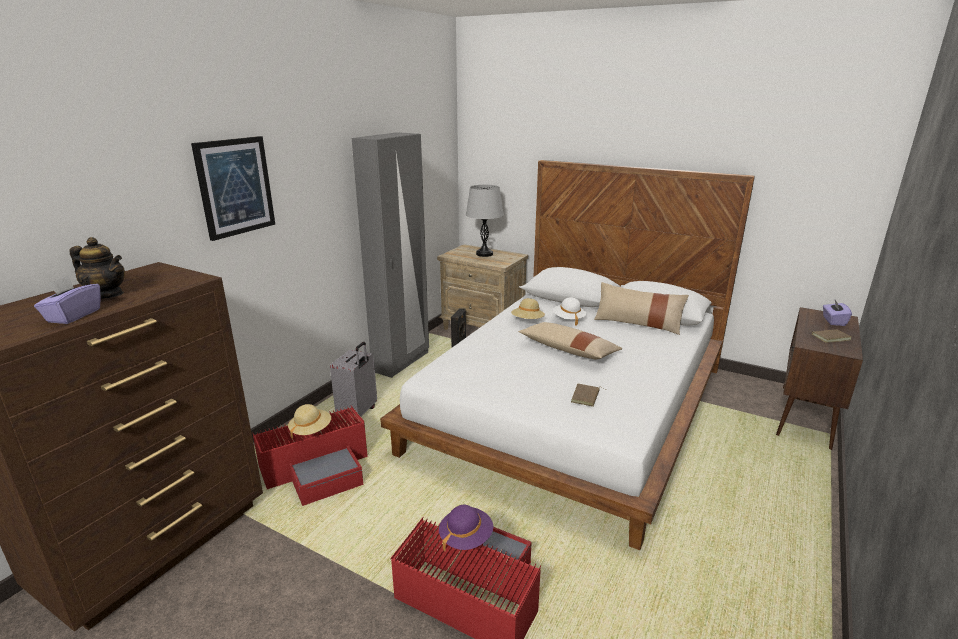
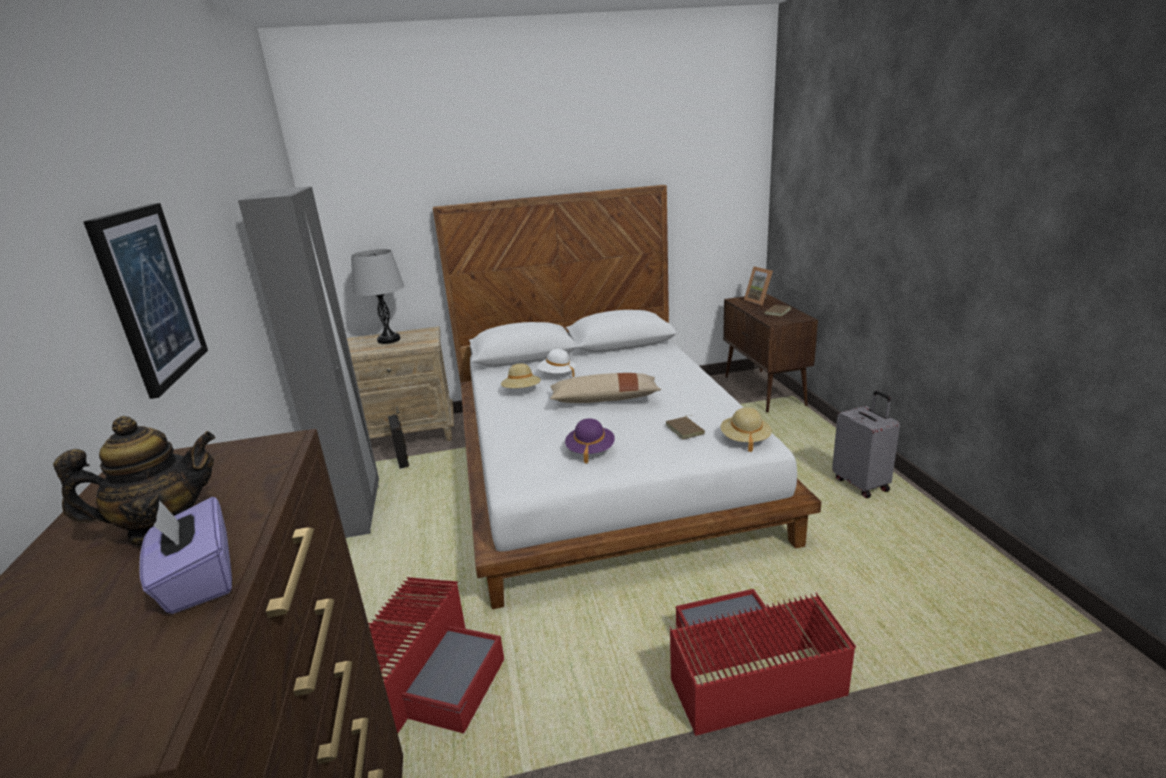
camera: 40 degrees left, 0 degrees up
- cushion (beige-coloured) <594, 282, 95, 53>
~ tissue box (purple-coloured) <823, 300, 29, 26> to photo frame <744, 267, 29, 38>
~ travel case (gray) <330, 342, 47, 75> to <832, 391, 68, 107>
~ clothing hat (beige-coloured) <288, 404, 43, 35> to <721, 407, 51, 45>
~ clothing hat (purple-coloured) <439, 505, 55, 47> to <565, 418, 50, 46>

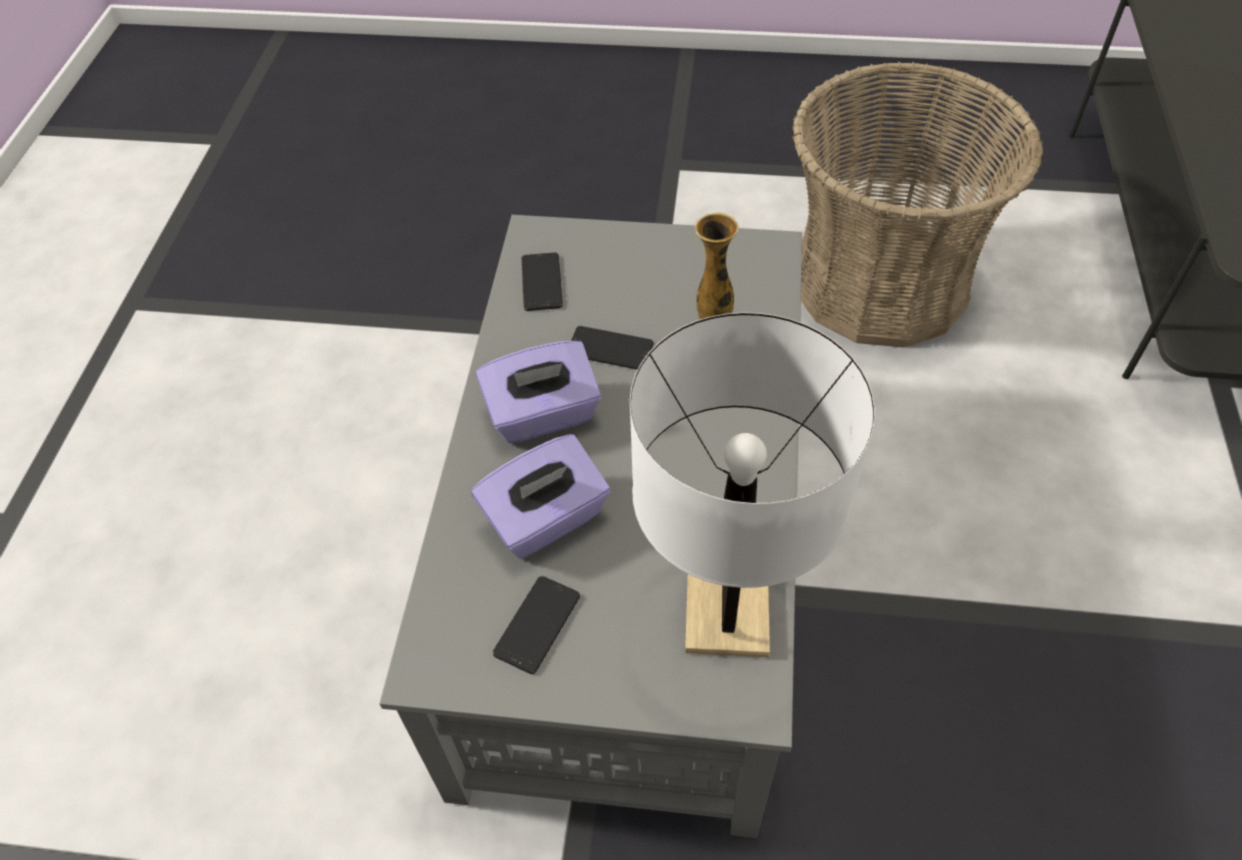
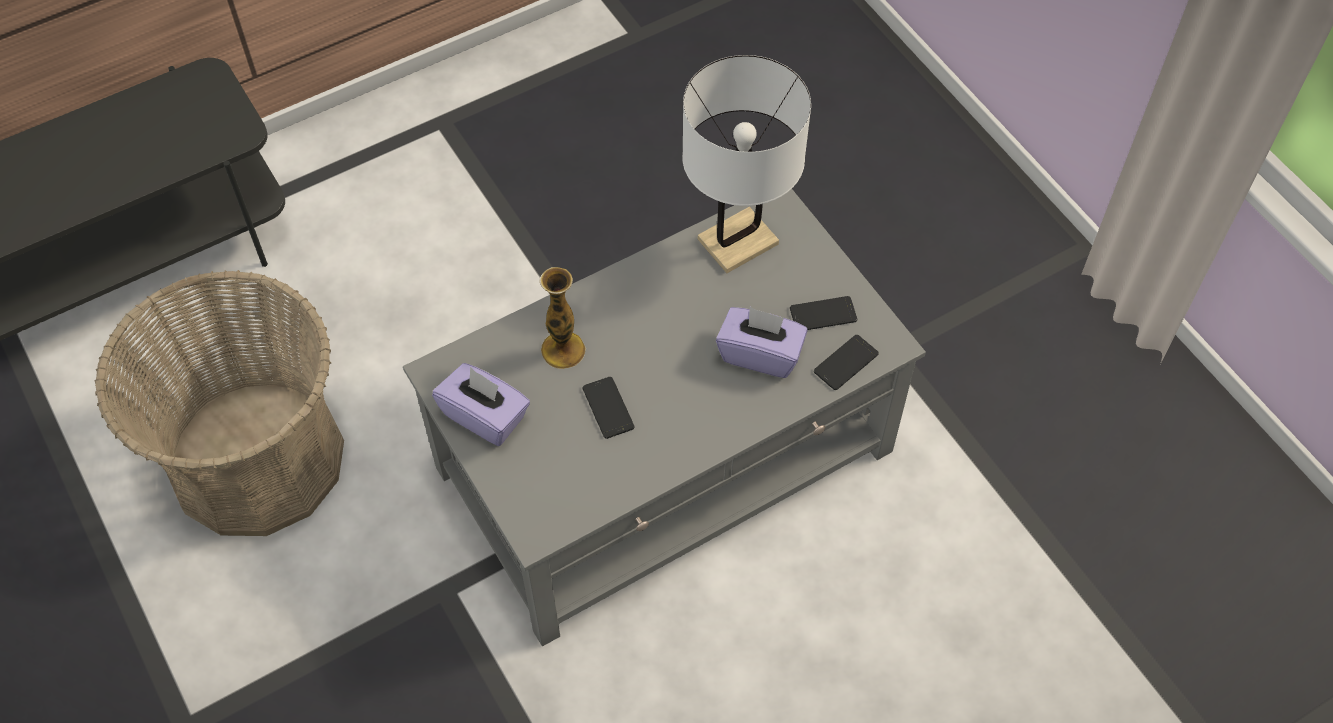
camera: 130 degrees left, 5 degrees up
~ telephone <522, 252, 41, 59> to <814, 335, 65, 55>
~ tissue box (purple-coloured) <476, 341, 125, 102> to <432, 363, 98, 83>

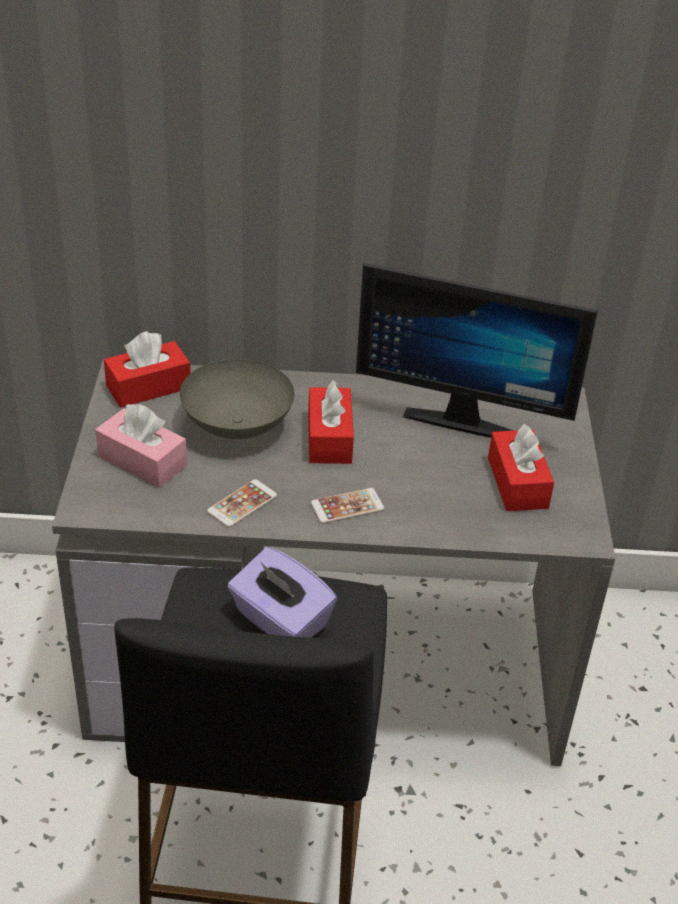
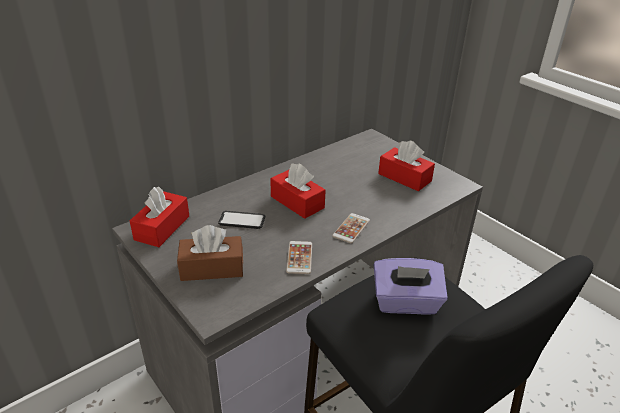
camera: 40 degrees left, 5 degrees down
- computer display <356, 263, 242, 175>
~ serving bowl (gray) <180, 359, 114, 80> to telephone <218, 211, 47, 18>
~ tissue box (pink) <95, 404, 92, 84> to tissue box (brown-coloured) <177, 225, 66, 56>

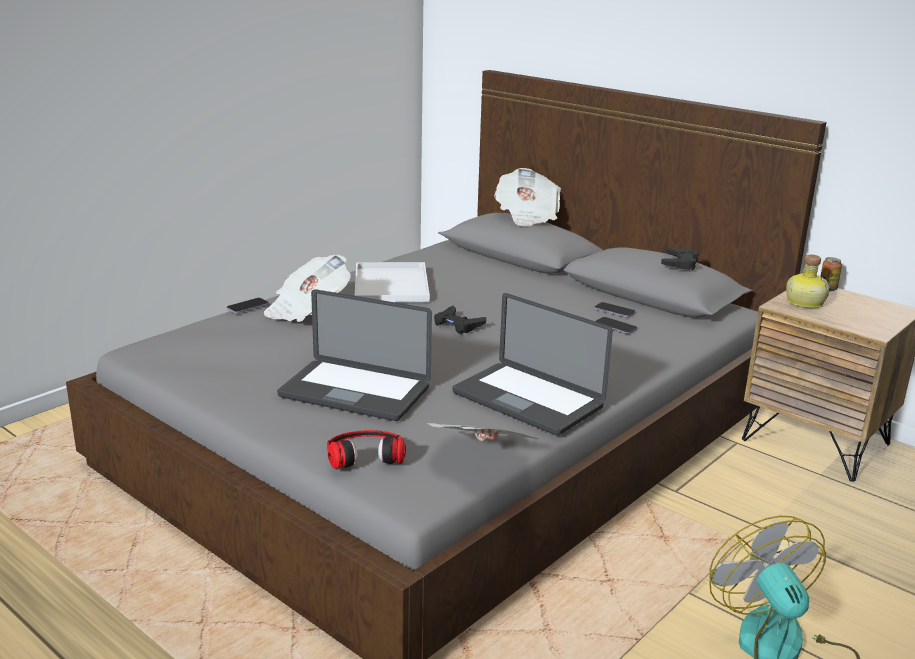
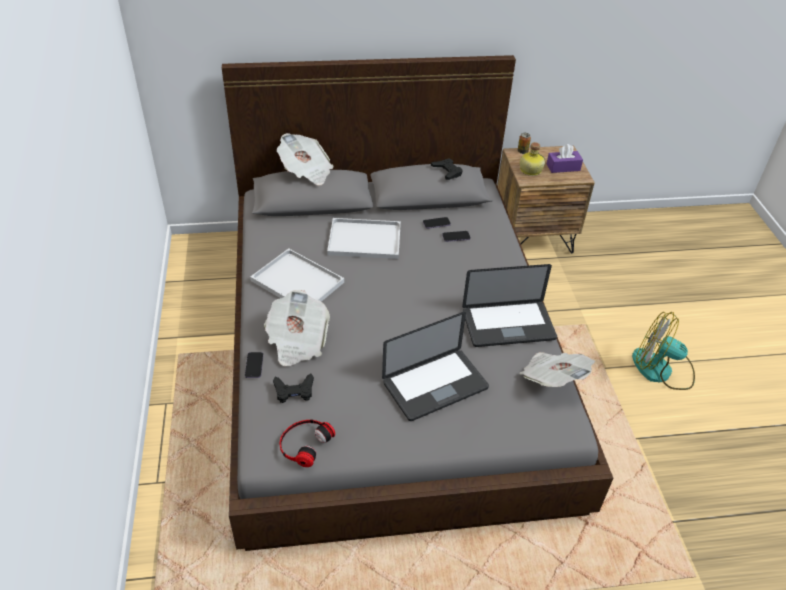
camera: 50 degrees left, 20 degrees up
~ game controller (black-coloured) <434, 306, 52, 28> to <273, 374, 41, 29>
~ headphones <327, 430, 79, 39> to <280, 419, 55, 48>
+ tissue box (purple-coloured) <547, 144, 36, 29>
+ tray (white) <327, 218, 74, 41>

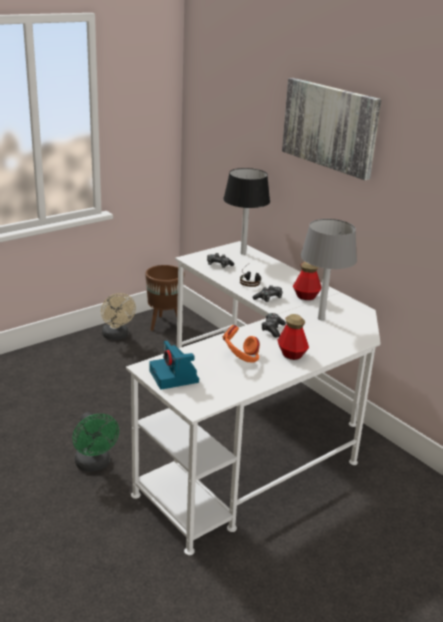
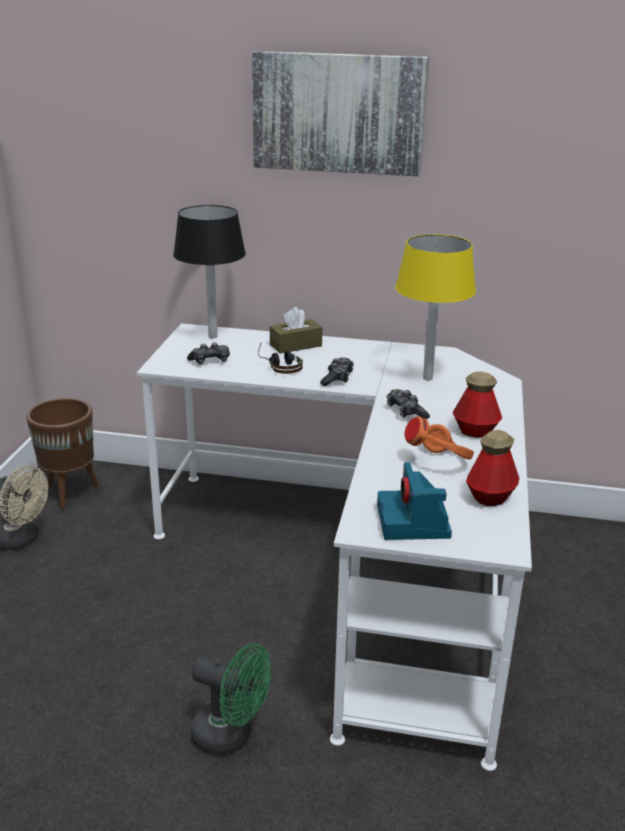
camera: 40 degrees left, 0 degrees up
~ lamp for a table (gray) <301, 219, 56, 101> to lamp for a table (yellowish) <395, 234, 81, 146>
~ drink bottle <293, 262, 28, 38> to <466, 430, 53, 76>
~ photo camera <149, 341, 50, 49> = <377, 462, 75, 78> 60 degrees clockwise
+ tissue box (brown-coloured) <270, 307, 52, 47>

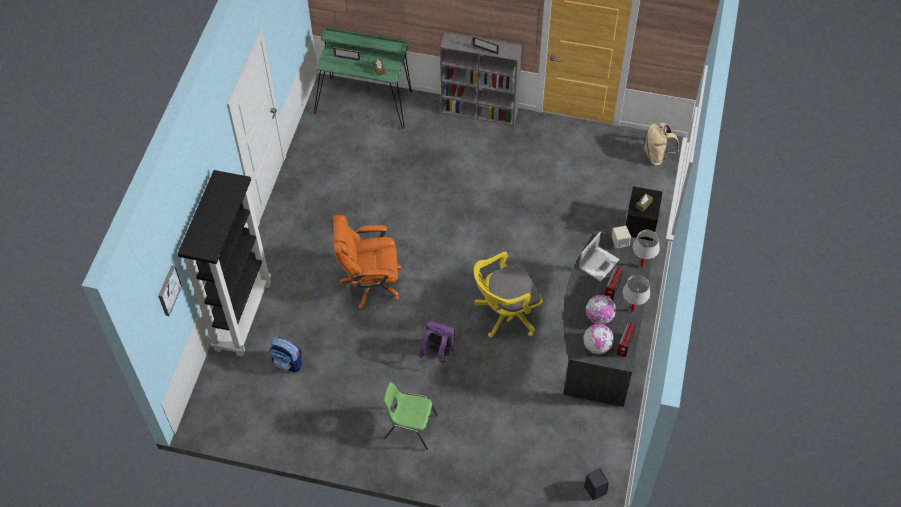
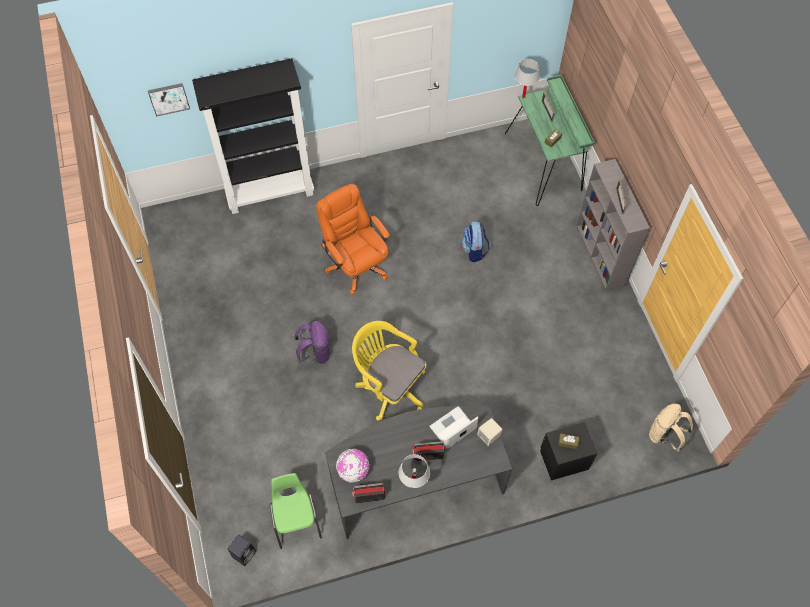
camera: 60 degrees right, 5 degrees up
~ lamp for a table (white) <632, 230, 28, 38> to <515, 59, 25, 40>
~ notebook computer <579, 232, 41, 49> = <429, 406, 49, 43> 135 degrees clockwise
- world globe <586, 295, 30, 30>
~ backpack <269, 337, 33, 36> to <461, 221, 29, 41>
~ plain chair (green-coloured) <384, 382, 54, 68> to <270, 473, 52, 76>

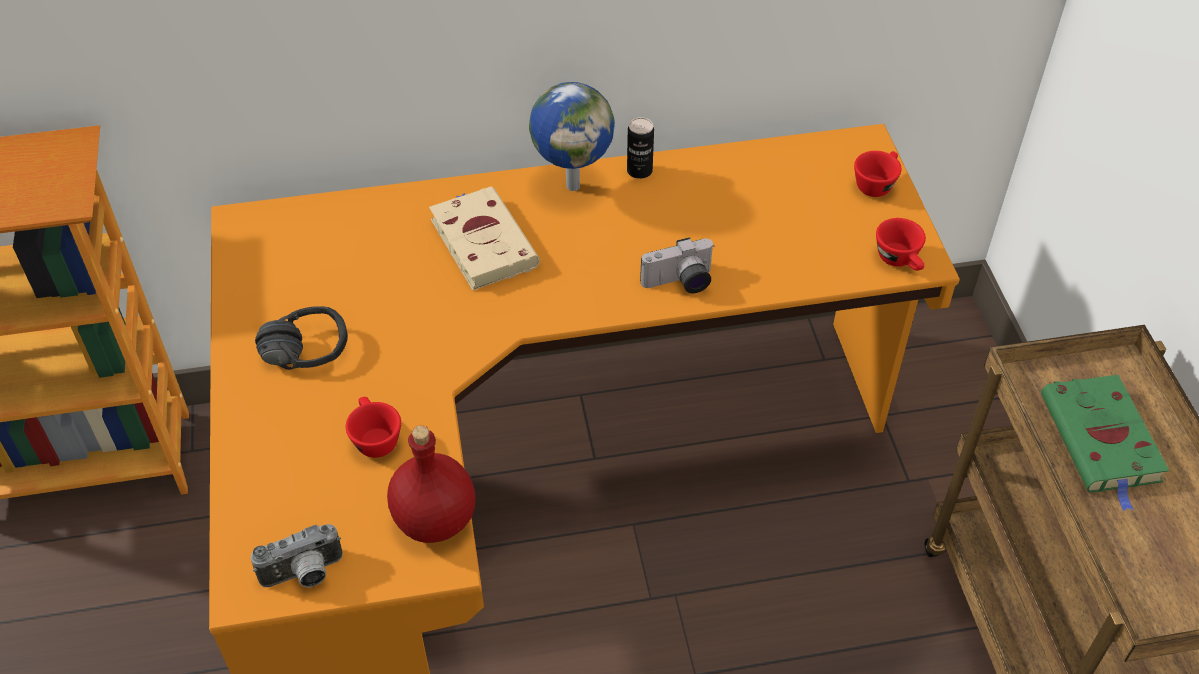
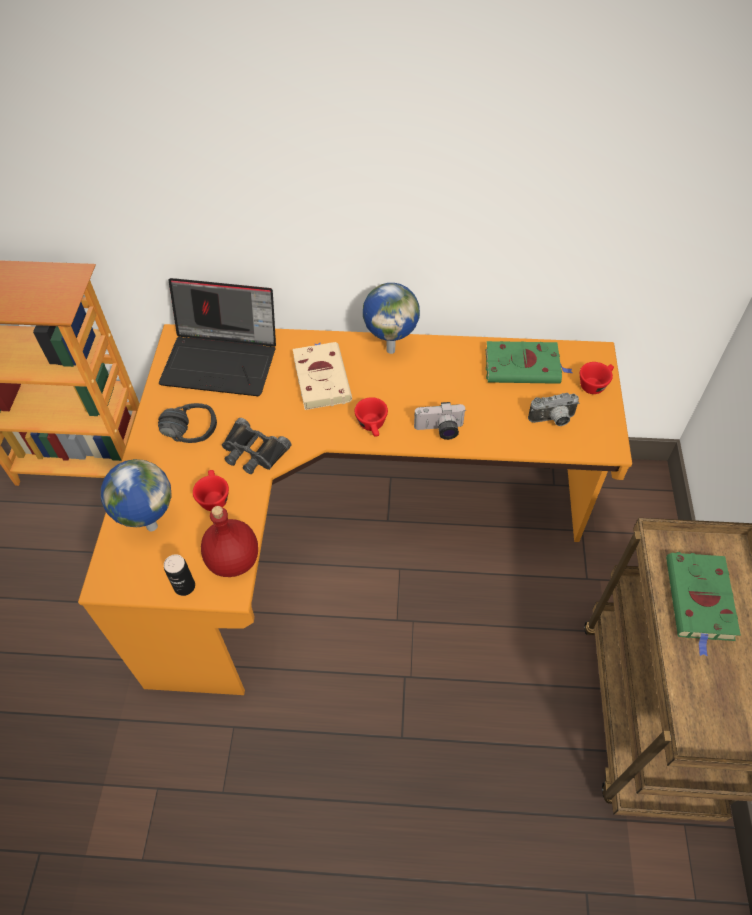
camera: 15 degrees right, 5 degrees up
~ sealed can <627, 117, 27, 62> to <164, 554, 31, 42>
~ drinking cup (reddish) <876, 218, 50, 53> to <355, 397, 33, 40>
~ photo camera <251, 524, 92, 63> to <528, 393, 51, 33>
+ notebook computer <159, 278, 117, 118>
+ bound book (green-coloured) <486, 341, 87, 43>
+ binoculars (black-coloured) <222, 418, 69, 56>
+ world globe <101, 459, 70, 72>

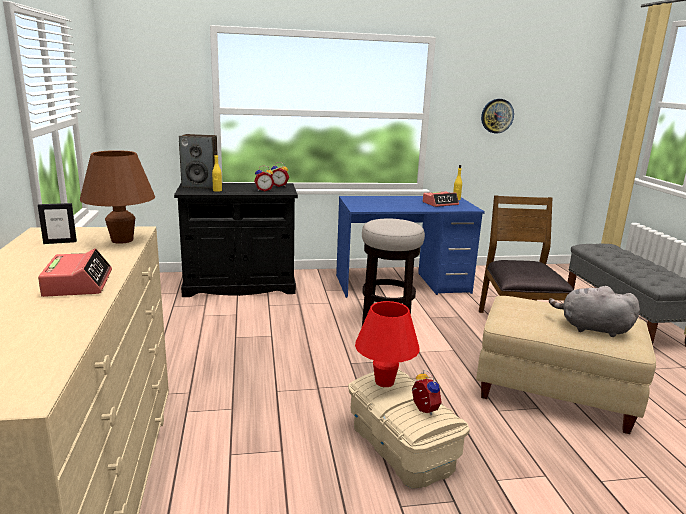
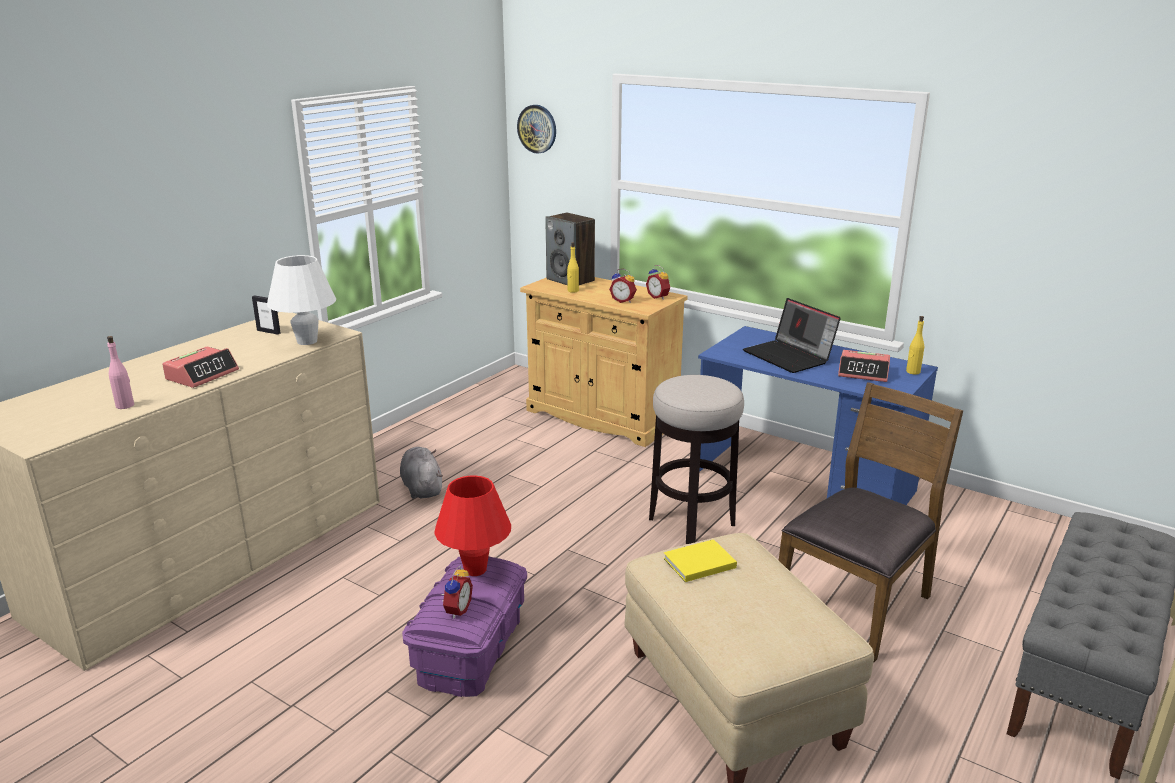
camera: 45 degrees right, 5 degrees up
~ hanging clock <481, 99, 33, 34> to <517, 105, 39, 49>
~ lamp for a table (brown-coloured) <80, 150, 75, 94> to lamp for a table (white) <267, 255, 70, 90>
~ cabinet (black-coloured) <174, 183, 124, 114> to cabinet (beige-coloured) <520, 277, 168, 170>
~ soft toy (gray) <549, 286, 91, 51> to <400, 447, 43, 52>
~ storage bin (beige-coloured) <348, 369, 122, 120> to storage bin (purple-coloured) <402, 557, 125, 140>
+ notebook computer <743, 298, 98, 75>
+ drink bottle (pink) <107, 336, 27, 73>
+ bound book (yellowish) <664, 539, 73, 43>

